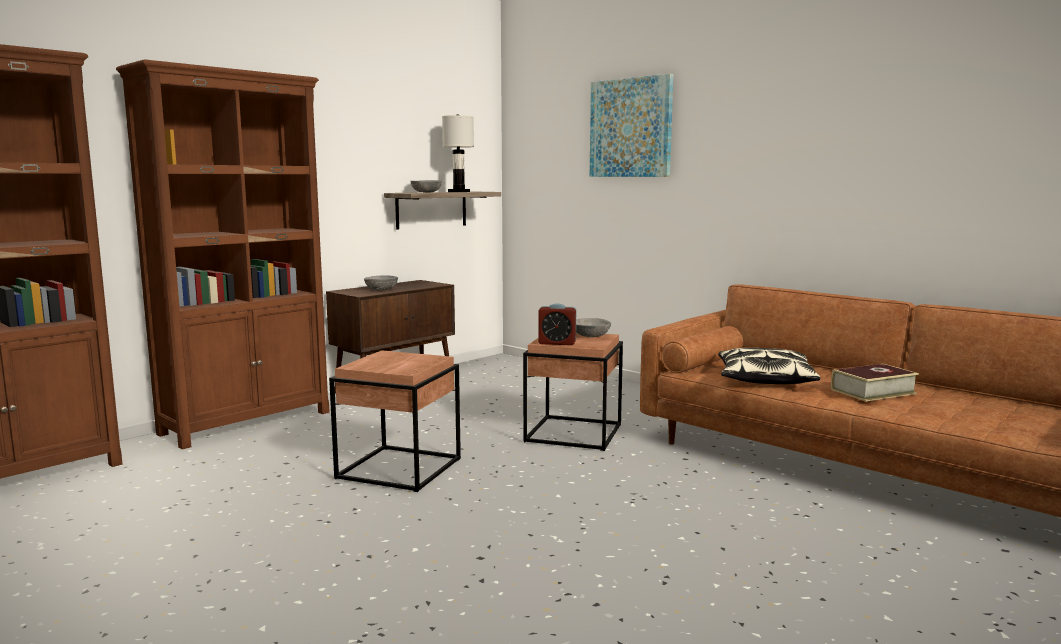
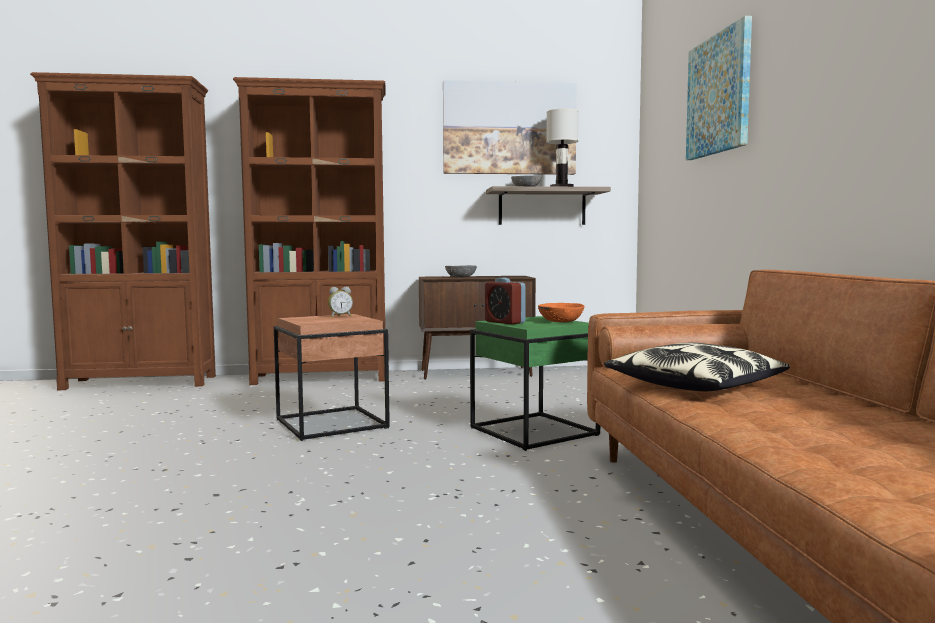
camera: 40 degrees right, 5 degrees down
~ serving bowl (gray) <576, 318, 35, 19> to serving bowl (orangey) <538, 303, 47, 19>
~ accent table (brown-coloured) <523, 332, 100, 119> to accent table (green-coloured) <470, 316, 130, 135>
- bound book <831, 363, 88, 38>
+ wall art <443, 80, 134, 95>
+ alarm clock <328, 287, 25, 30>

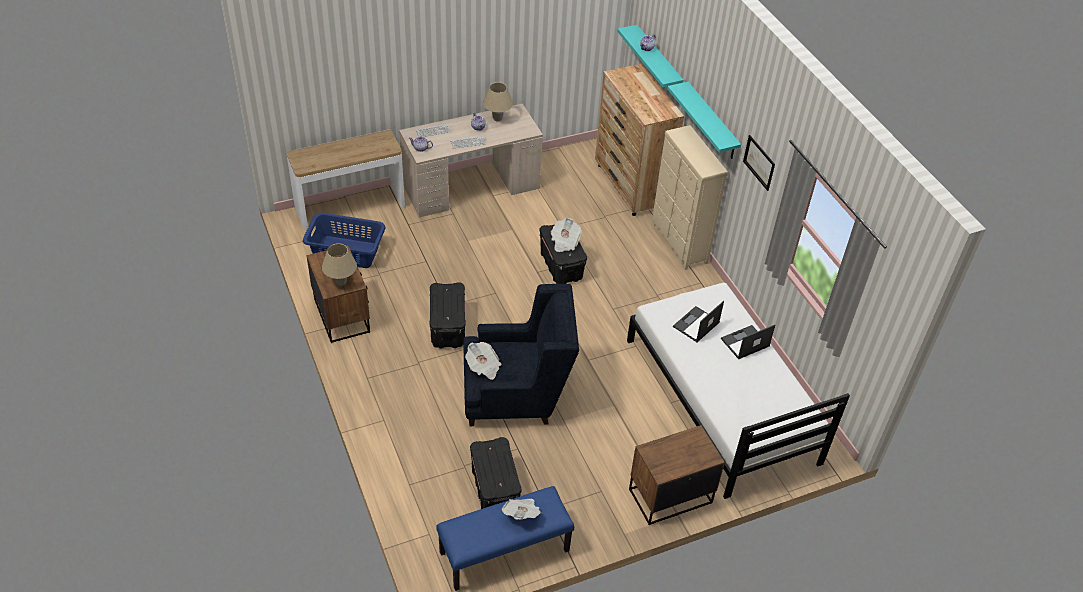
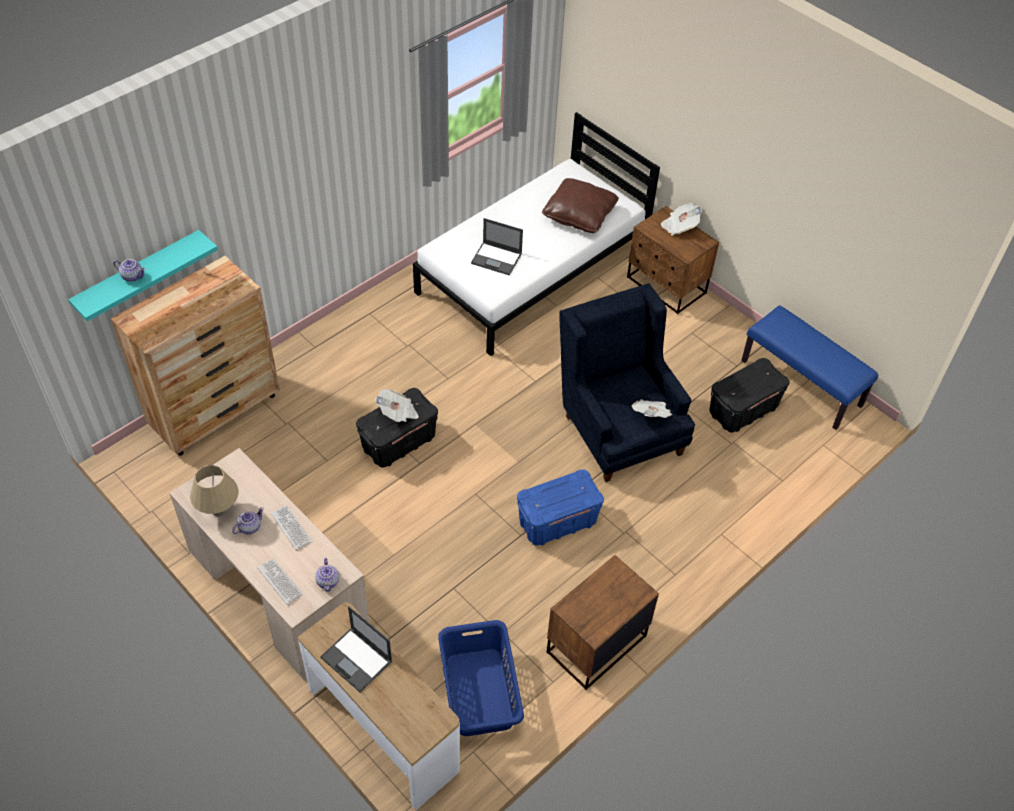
camera: 110 degrees left, 5 degrees up
- bracket shelf (turquoise) <667, 82, 74, 77>
- drawer chest (beige-coloured) <652, 125, 76, 145>
- wall art <743, 135, 32, 56>
- lamp for a table (beige-coloured) <322, 243, 35, 43>
~ storage bin (black-coloured) <429, 282, 37, 67> to storage bin (bluish) <517, 470, 87, 76>
~ notebook computer <721, 325, 54, 34> to <320, 606, 72, 87>
~ daily paper <502, 499, 39, 20> to <661, 203, 42, 33>
+ cushion (brown-coloured) <542, 178, 77, 55>

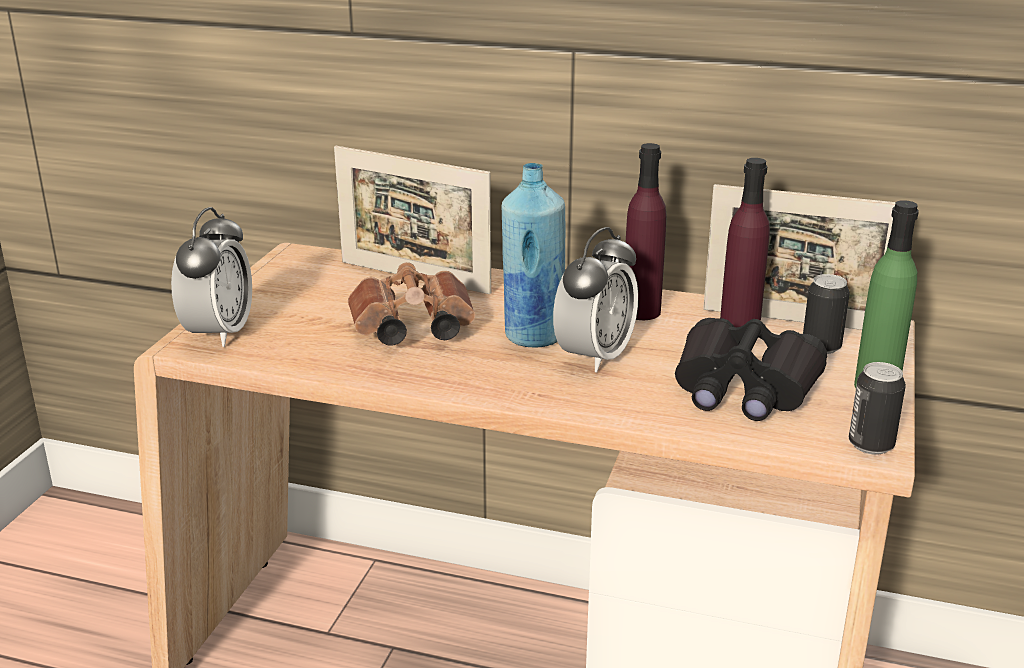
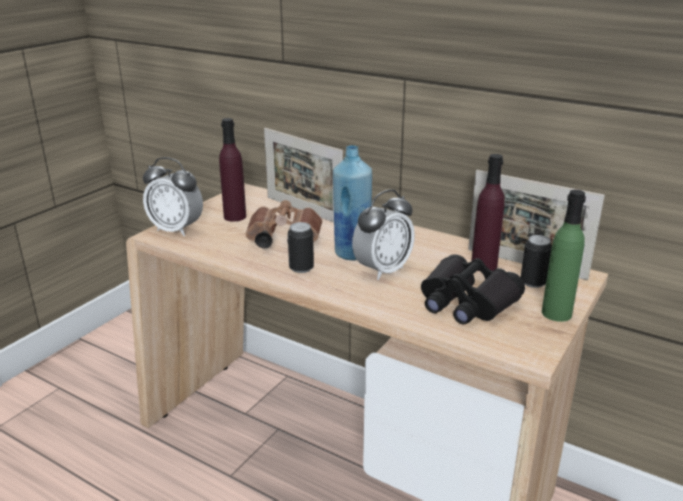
camera: 15 degrees right, 0 degrees up
~ drink bottle (purple-coloured) <626, 143, 41, 177> to <219, 118, 27, 104>
~ alarm clock <171, 207, 81, 140> = <143, 157, 60, 79> 90 degrees clockwise
~ sealed can <849, 362, 57, 93> to <288, 222, 26, 51>

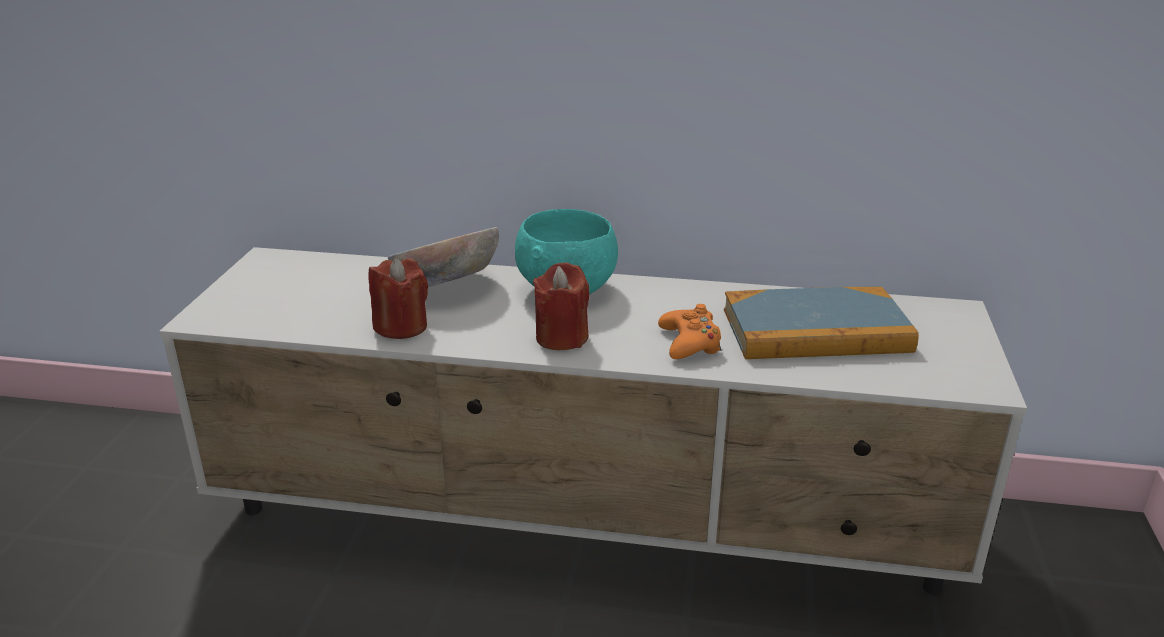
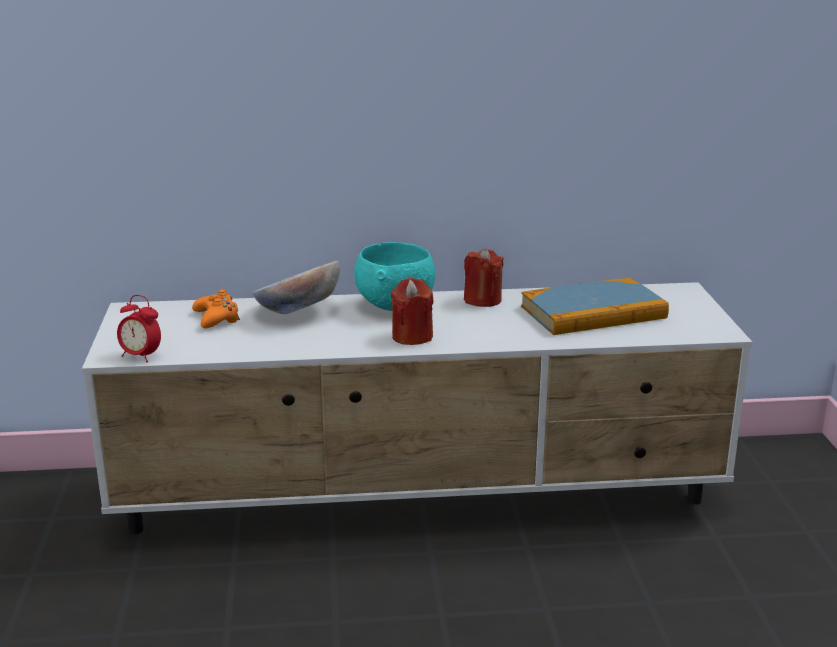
camera: 15 degrees left, 5 degrees down
~ wax light (reddish) <368, 258, 60, 81> to <464, 248, 40, 59>
~ game controller (orangey) <658, 304, 63, 55> to <192, 289, 48, 39>
+ alarm clock <117, 295, 44, 67>

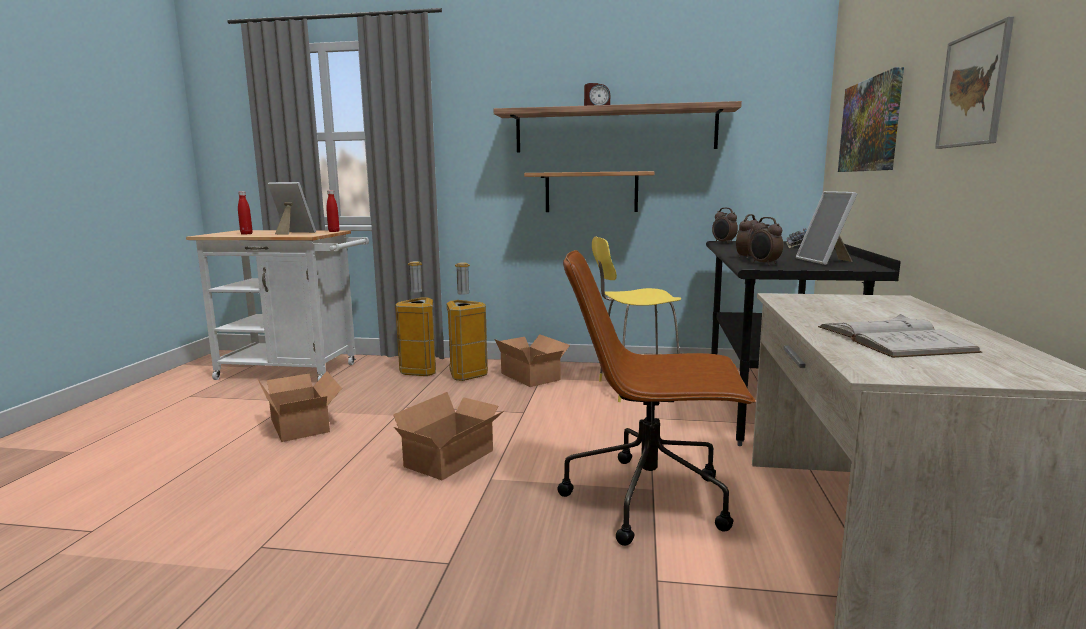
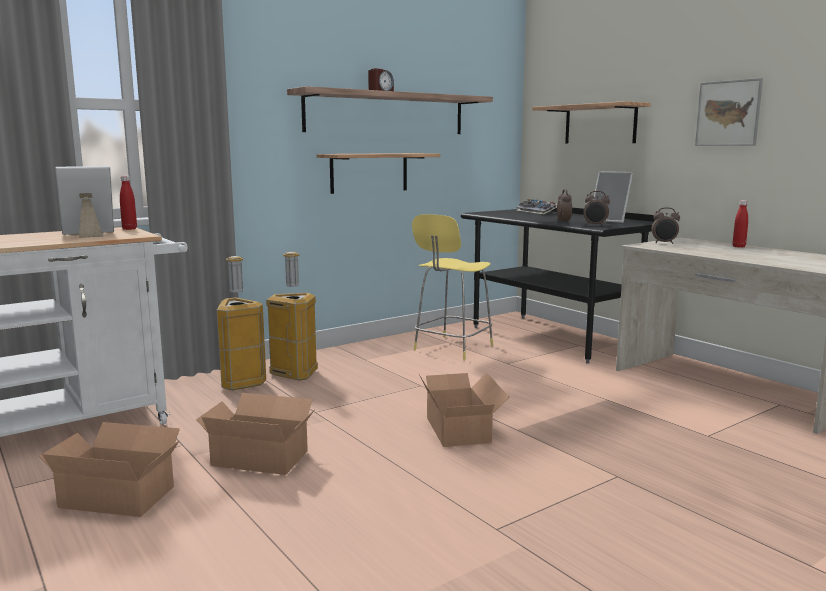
camera: 45 degrees left, 0 degrees up
~ wall art <838, 67, 66, 105> to bracket shelf <532, 101, 119, 42>
~ drink bottle (reddish) <238, 191, 15, 44> to <733, 200, 15, 48>
~ alarm clock <712, 208, 26, 36> to <652, 207, 28, 37>
- office chair (brown-coloured) <557, 250, 199, 296>
- bound book (white) <818, 314, 164, 44>
~ carton <495, 334, 75, 53> to <39, 422, 141, 95>

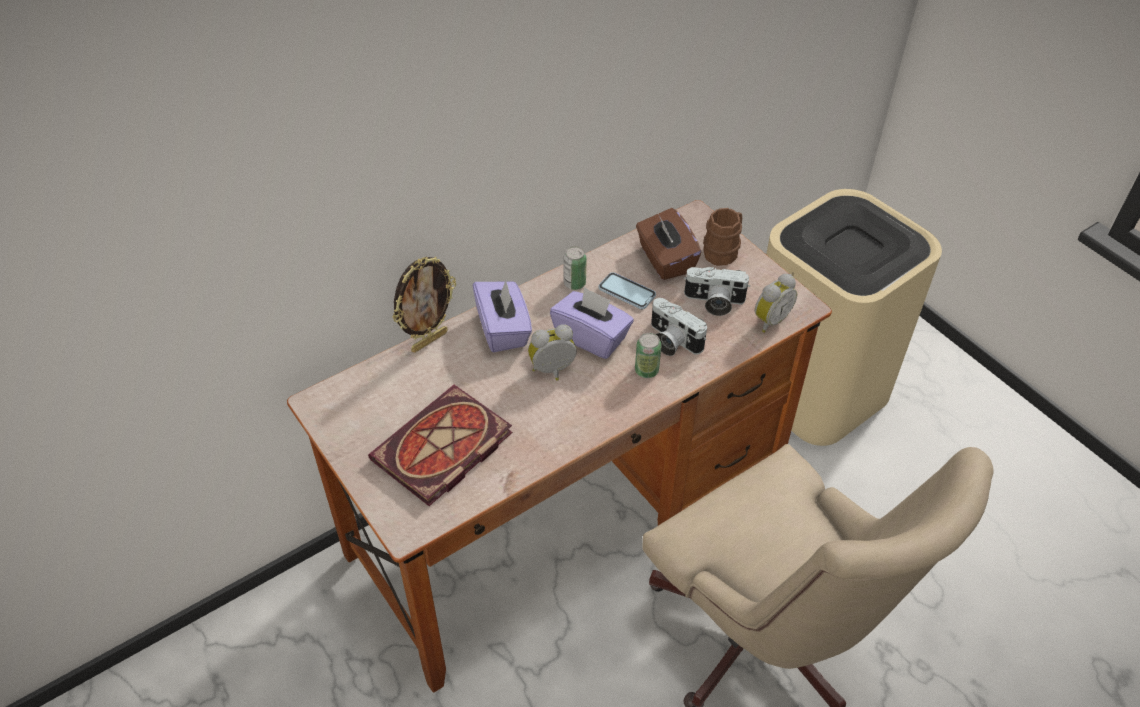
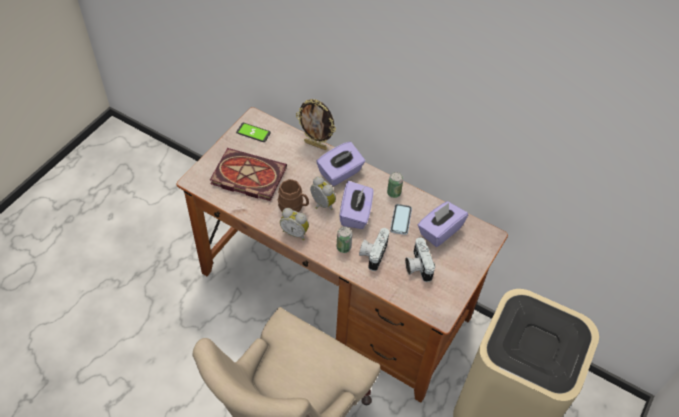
camera: 65 degrees right, 5 degrees up
~ tissue box (brown-coloured) <636, 208, 66, 72> to tissue box (purple-coloured) <418, 201, 50, 46>
~ coffee mug (brown-coloured) <703, 208, 39, 58> to <278, 179, 31, 33>
~ alarm clock <755, 274, 42, 59> to <280, 208, 29, 32>
+ telephone <236, 123, 35, 19>

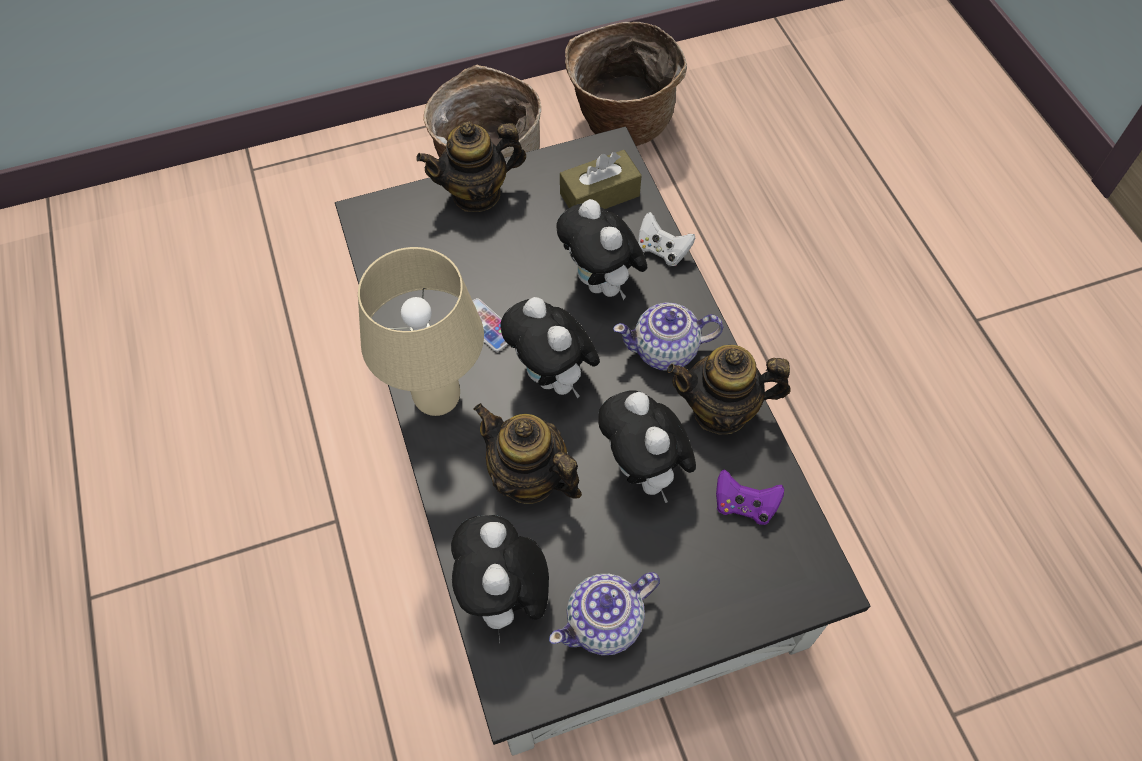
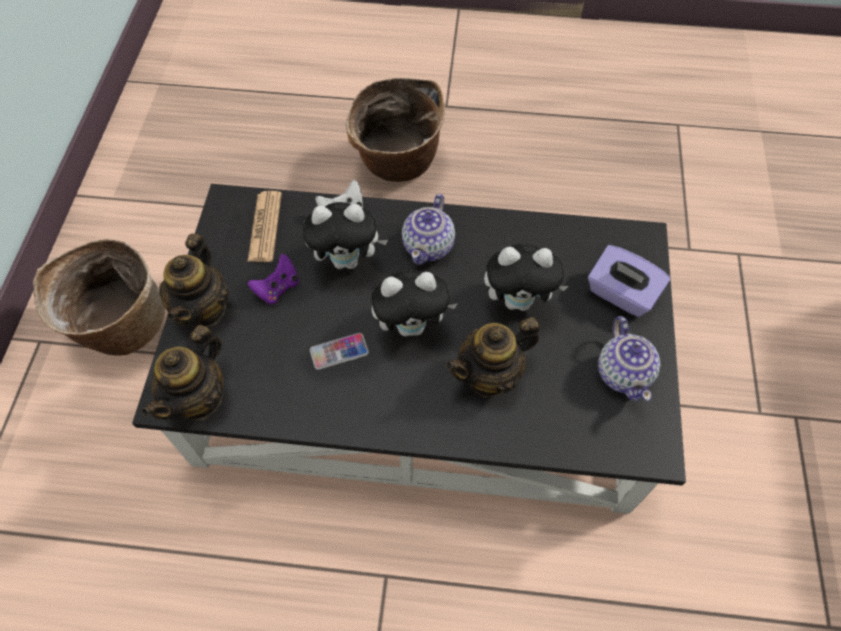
camera: 65 degrees left, 0 degrees up
~ storage basket <565, 22, 122, 124> to <346, 78, 99, 104>
~ tissue box (brown-coloured) <560, 150, 82, 59> to daily paper <247, 191, 35, 71>
- lamp for a table (beige-coloured) <358, 247, 126, 169>
~ pot for tea <667, 345, 124, 89> to <142, 325, 81, 96>
~ game controller (purple-coloured) <716, 469, 68, 56> to <248, 254, 51, 50>
- soft toy <451, 515, 98, 129>
+ tissue box (purple-coloured) <588, 245, 83, 72>

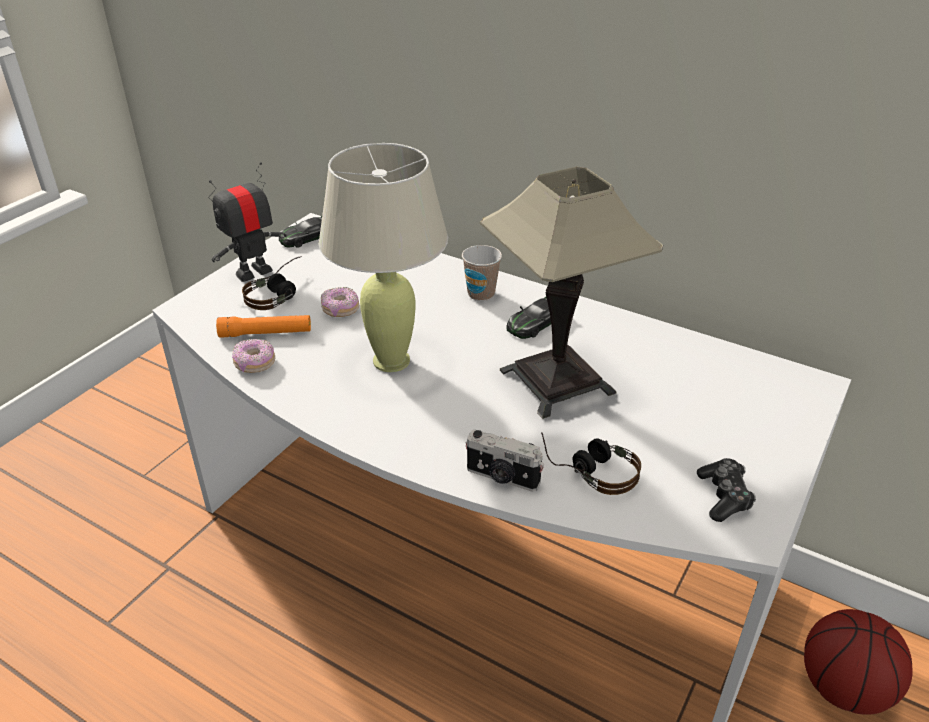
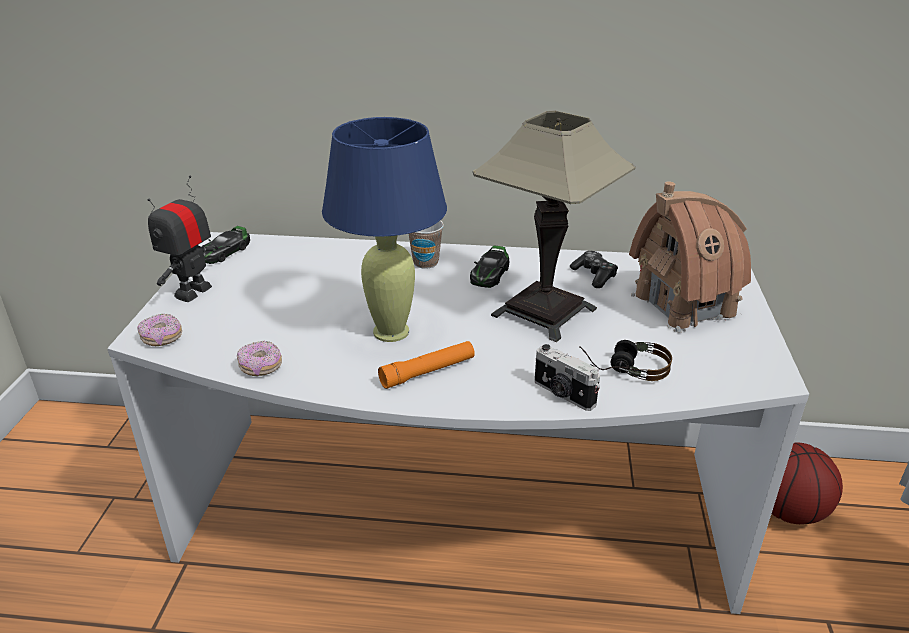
camera: 25 degrees left, 5 degrees down
~ lamp for a table (beige-coloured) <319, 143, 129, 229> to lamp for a table (bluish) <322, 117, 125, 225>
- headphones <242, 256, 60, 54>
~ ring doughnut <321, 287, 38, 30> to <137, 314, 45, 32>
~ hand torch (orangey) <216, 315, 95, 23> to <378, 341, 97, 48>
~ photo camera <466, 430, 78, 62> = <534, 344, 66, 67> 45 degrees clockwise
~ game controller <697, 458, 59, 64> to <570, 251, 48, 37>
+ model house <629, 182, 122, 151>

